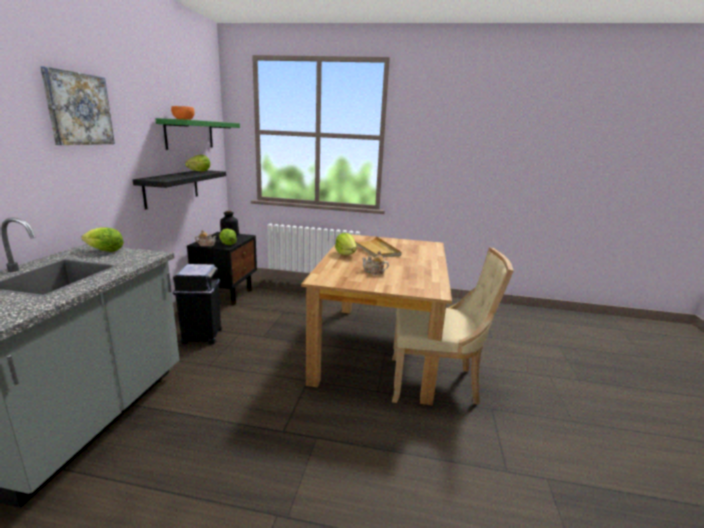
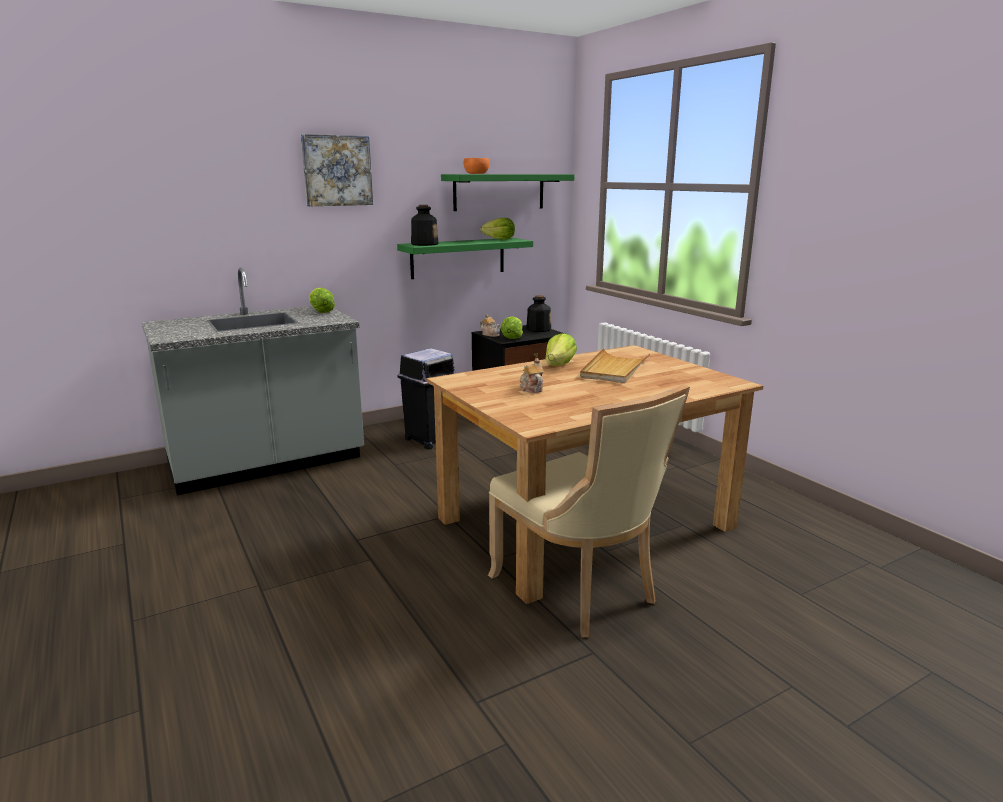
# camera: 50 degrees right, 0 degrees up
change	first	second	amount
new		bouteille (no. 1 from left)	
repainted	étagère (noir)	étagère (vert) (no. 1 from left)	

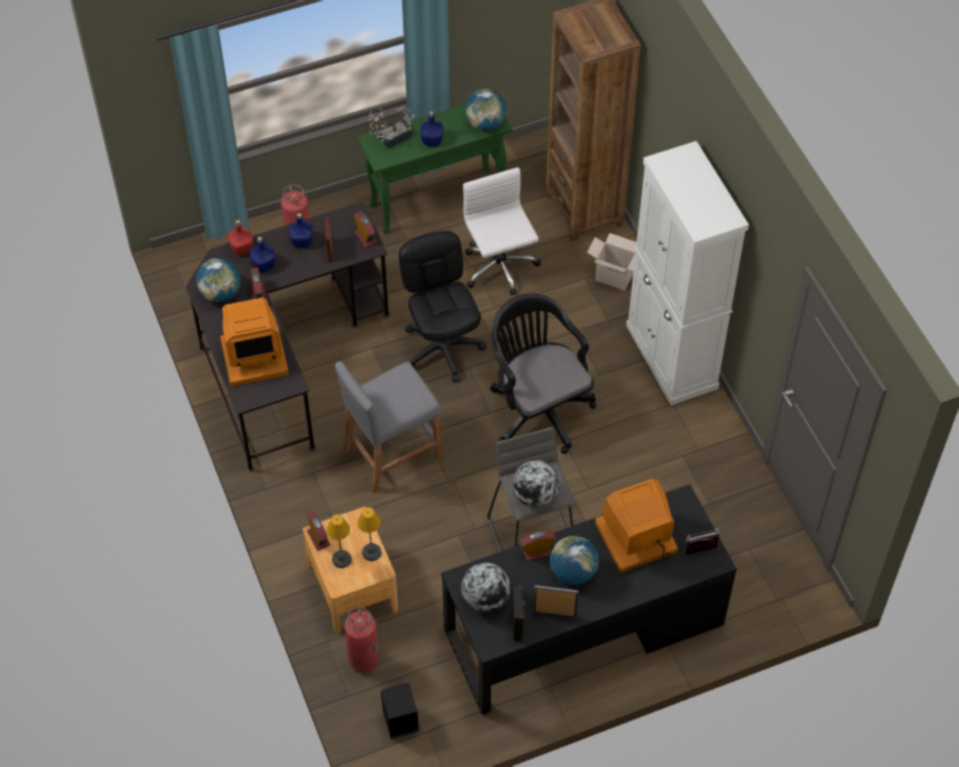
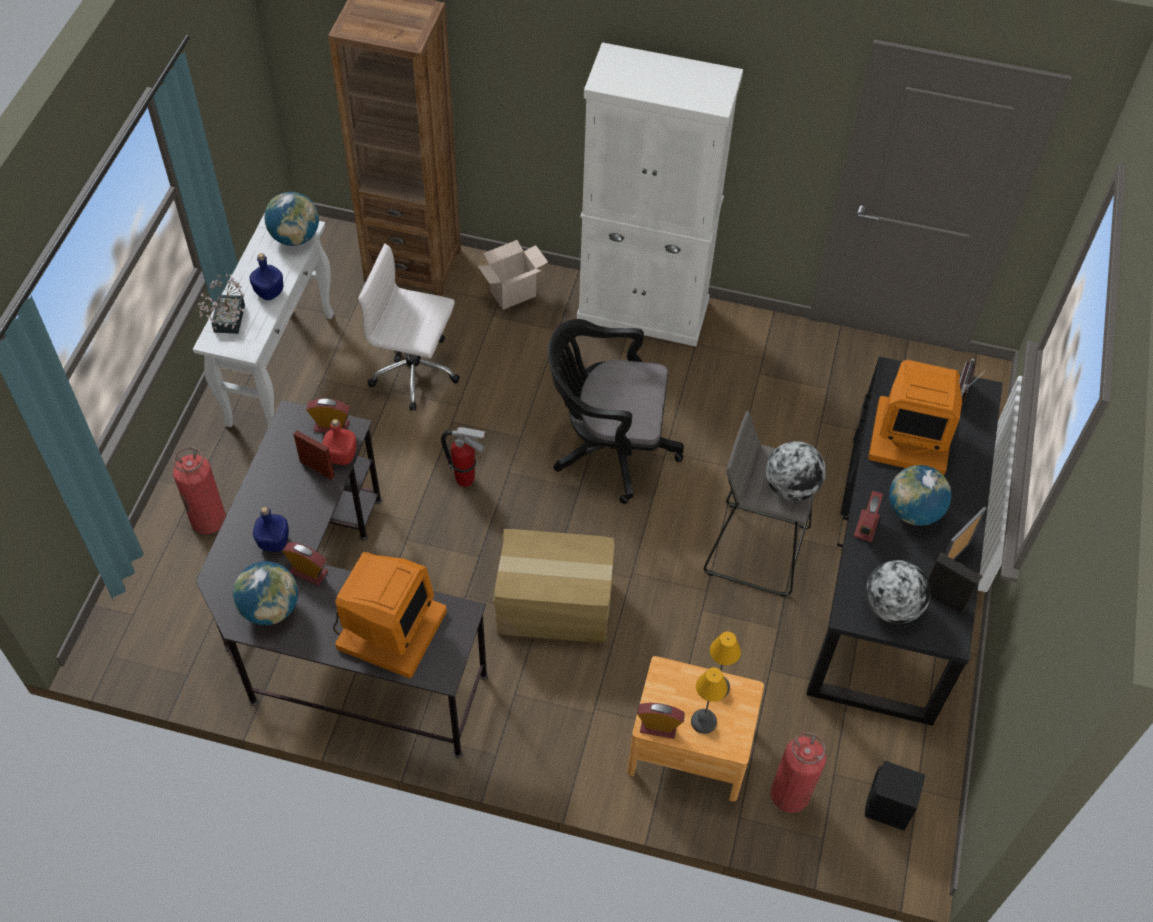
# camera: 55 degrees left, 0 degrees up
change	first	second	amount
gone	bouteille (bleu) (no. 2 from left)		
shifted	bouteille (rouge)		
swapped	tabouret (gris) (no. 1 from left)	carton (no. 2 from left)	
swapped	chaise de bureau (noir) (no. 1 from left)	extincteur (no. 2 from left)	
repainted	table console (vert)	table console (blanc)	
rotated	écran d'ordinateur (no. 2 from left)		90 degrees counterclockwise

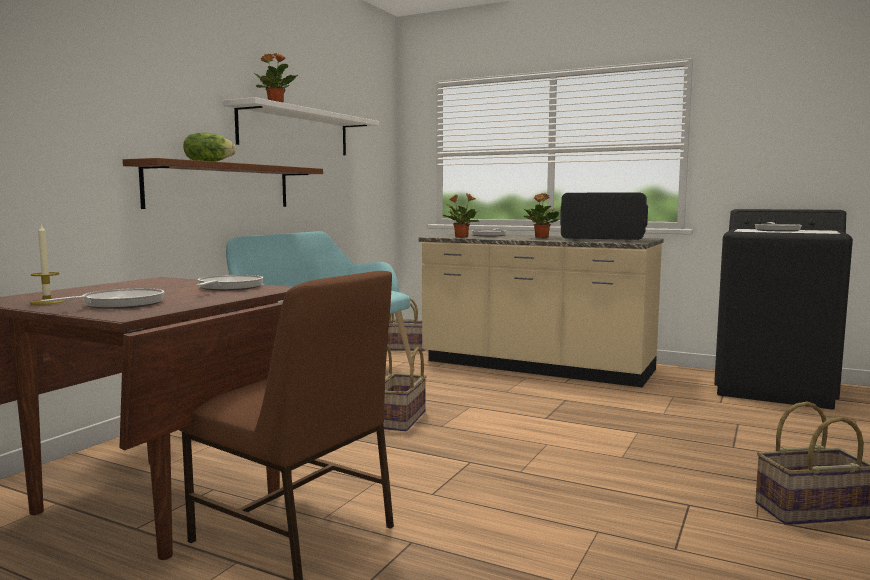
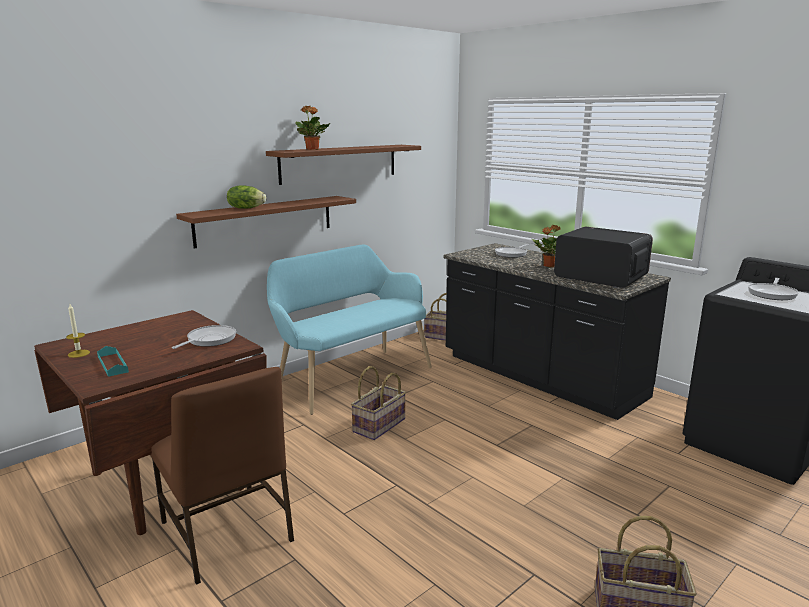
# camera: 20 degrees right, 10 degrees up
change	first	second	amount
gone	plante en pot (no. 2 from left)		
swapped	poêle (no. 1 from left)	plateau (turquoise)	
repainted	étagère (blanc)	étagère (marron) (no. 2 from left)	
repainted	comptoir de cuisine (beige)	comptoir de cuisine (noir)	

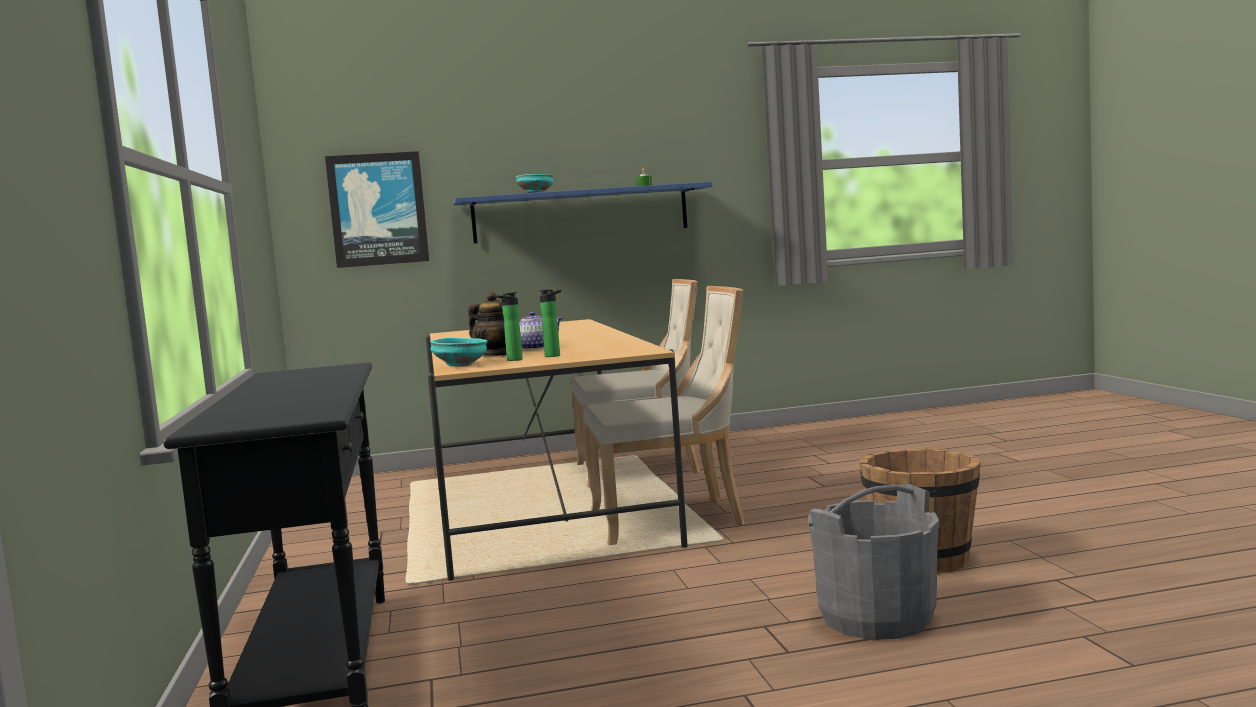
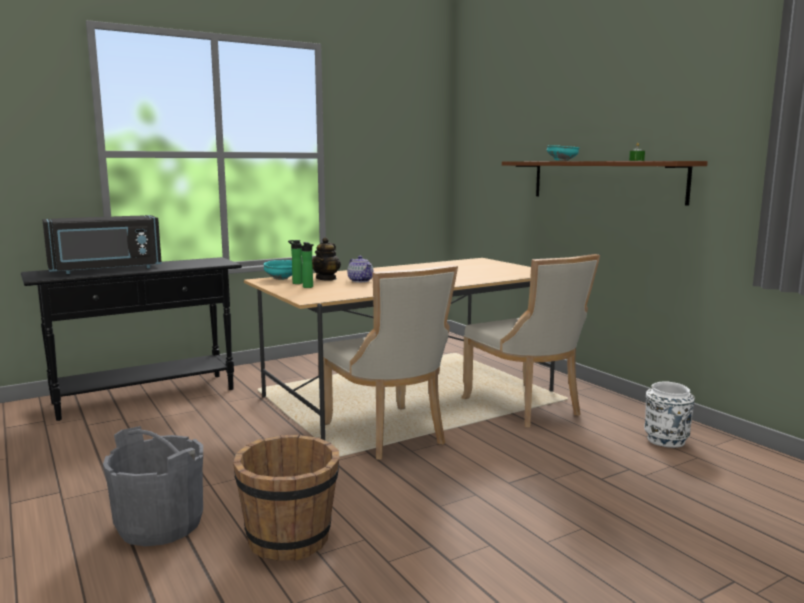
# camera: 70 degrees right, 5 degrees up
change	first	second	amount
gone	tableau		
new		micro-ondes (noir)	
new		vase (blanc)	
repainted	étagère (bleu)	étagère (marron)	

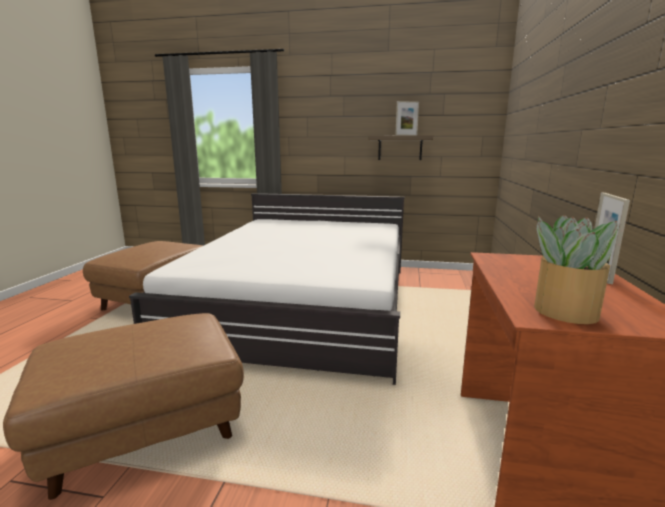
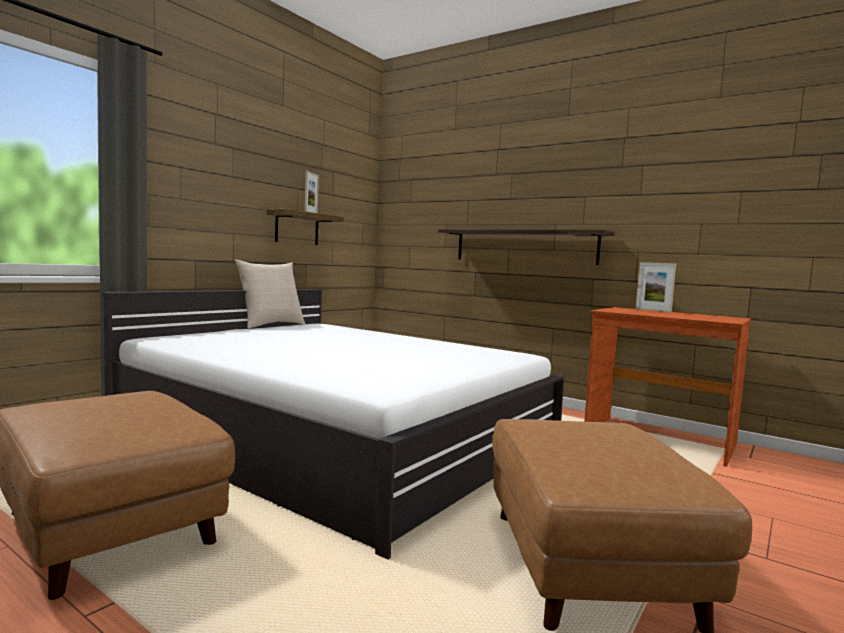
# camera: 65 degrees left, 10 degrees down
change	first	second	amount
gone	plante en pot		
new		coussin (beige)	
new		étagère (no. 2 from left)	

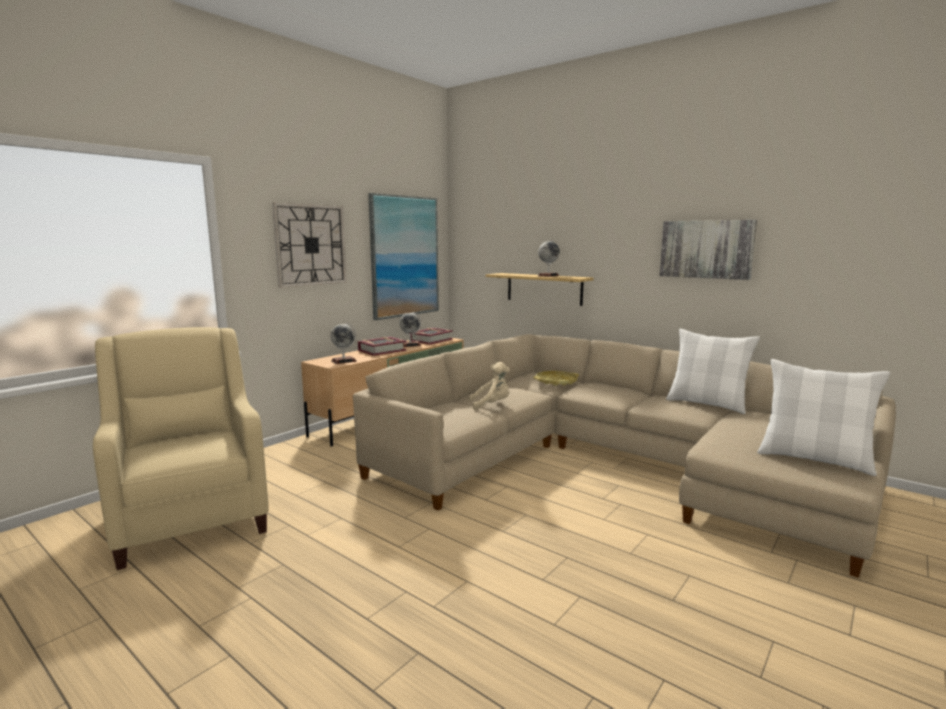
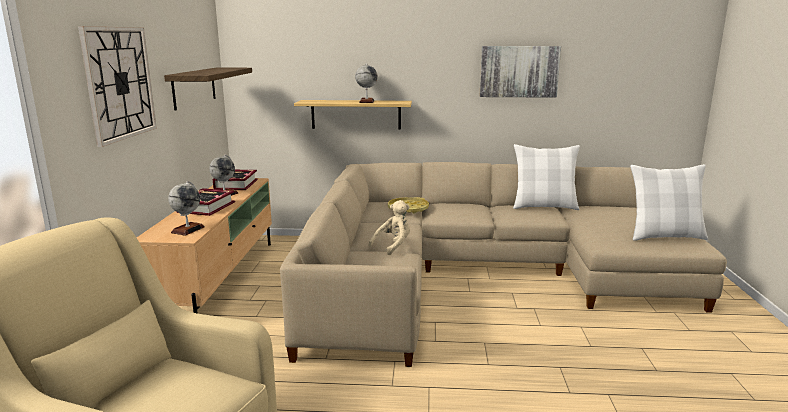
# camera: 35 degrees left, 5 degrees up
change	first	second	amount
swapped	tableau (no. 1 from left)	étagère (no. 1 from left)	

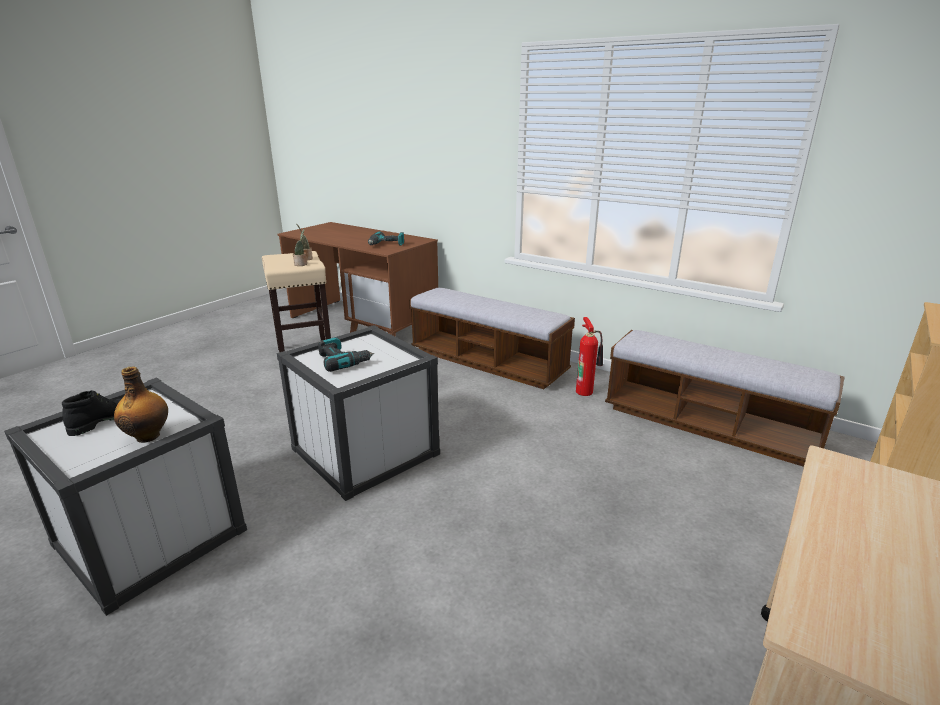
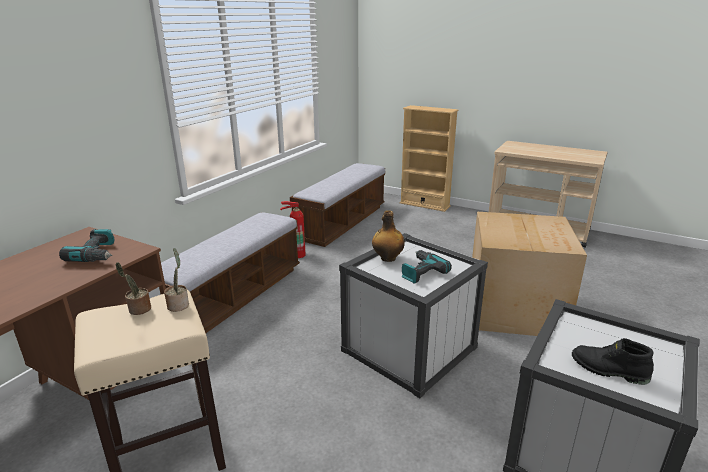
# camera: 95 degrees left, 0 degrees up
change	first	second	amount
new		carton	
shifted	bouteille		

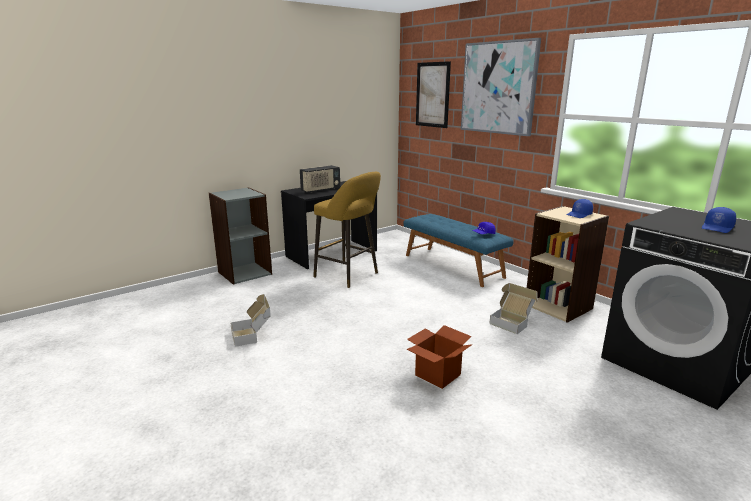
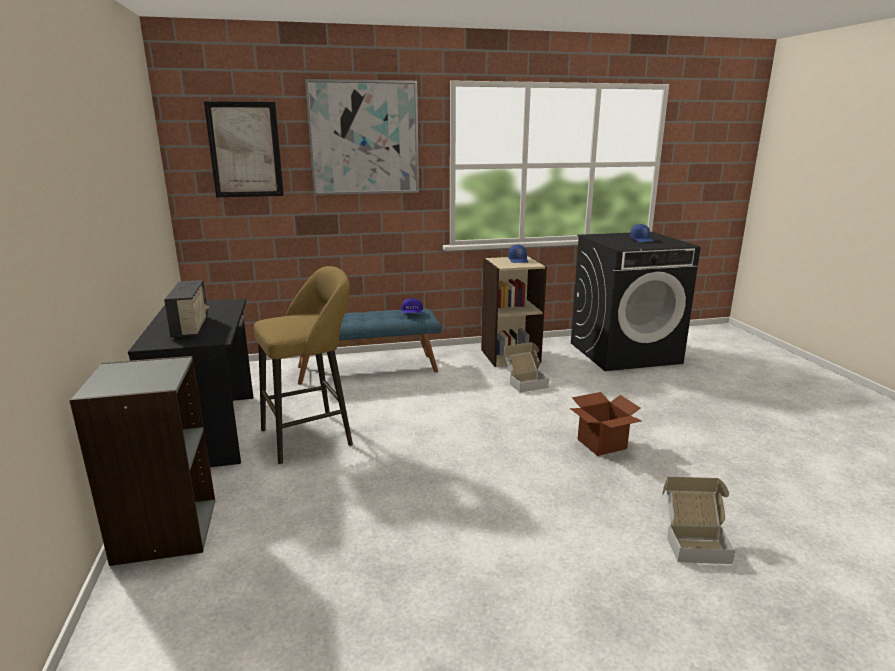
# camera: 65 degrees left, 0 degrees up
change	first	second	amount
shifted	carton (no. 1 from left in the first image)	carton (no. 3 from left)	

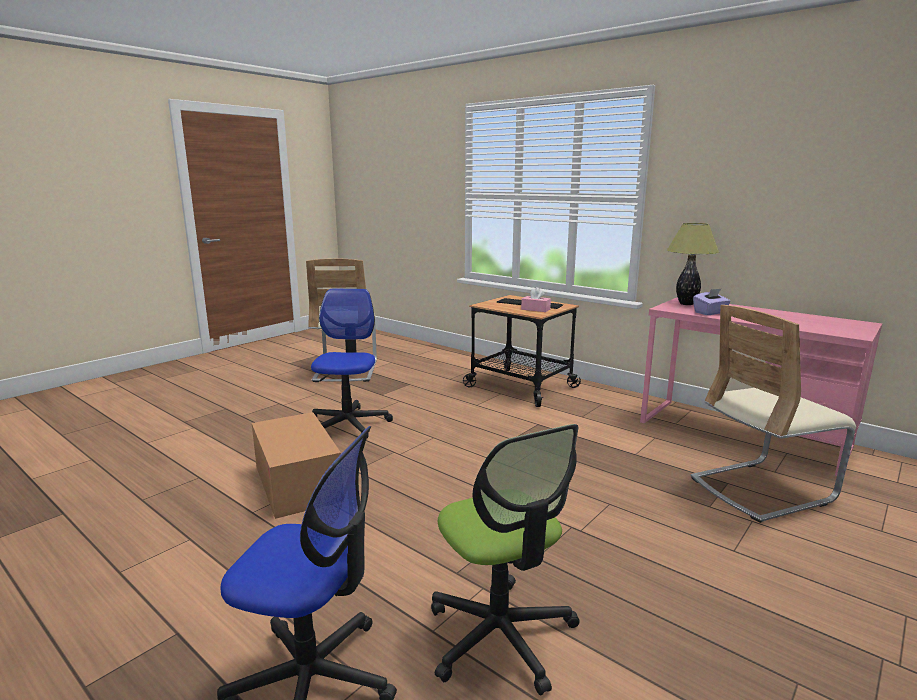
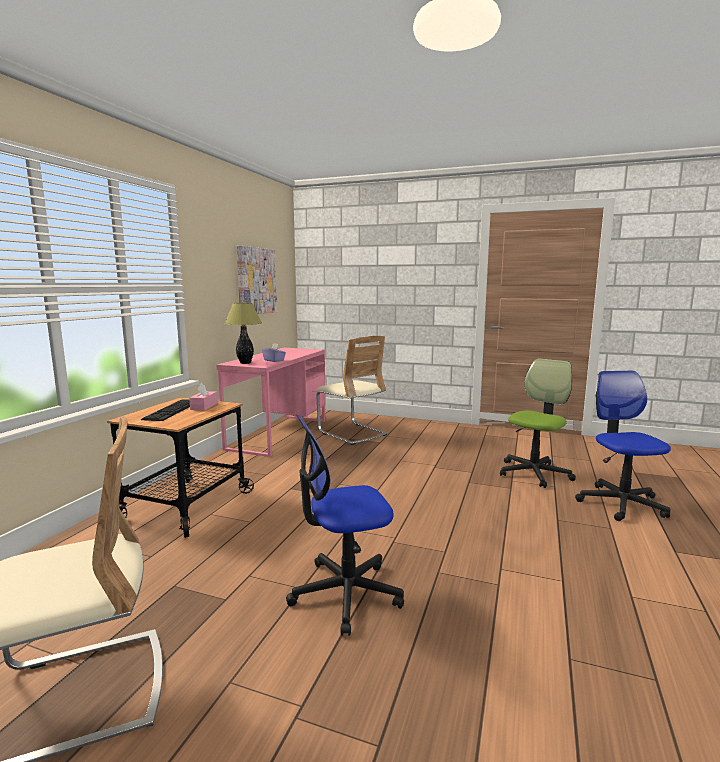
# camera: 110 degrees left, 5 degrees down
change	first	second	amount
gone	carton		
new		tableau	

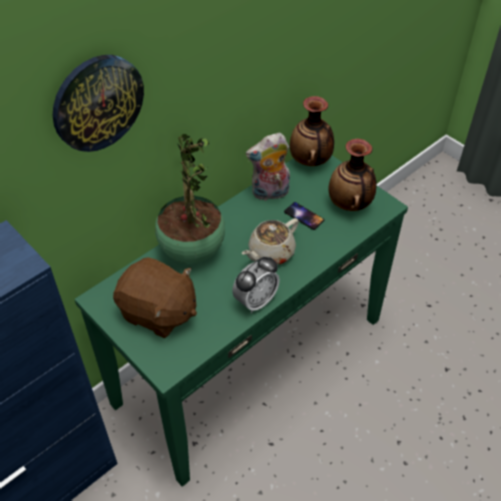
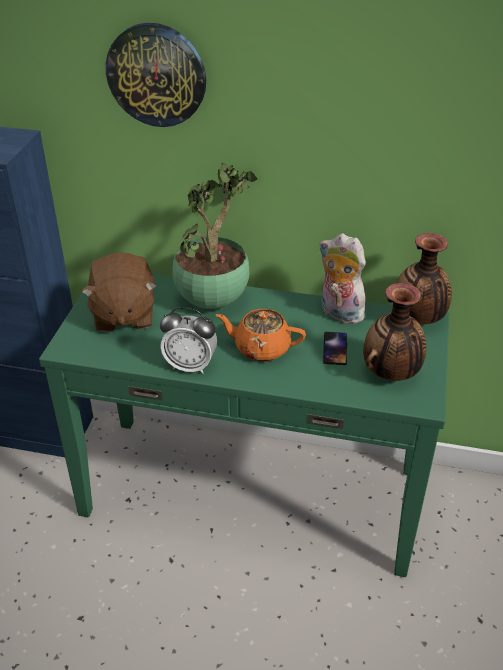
# camera: 55 degrees right, 10 degrees down
change	first	second	amount
repainted	théière (beige)	théière (orange)	

